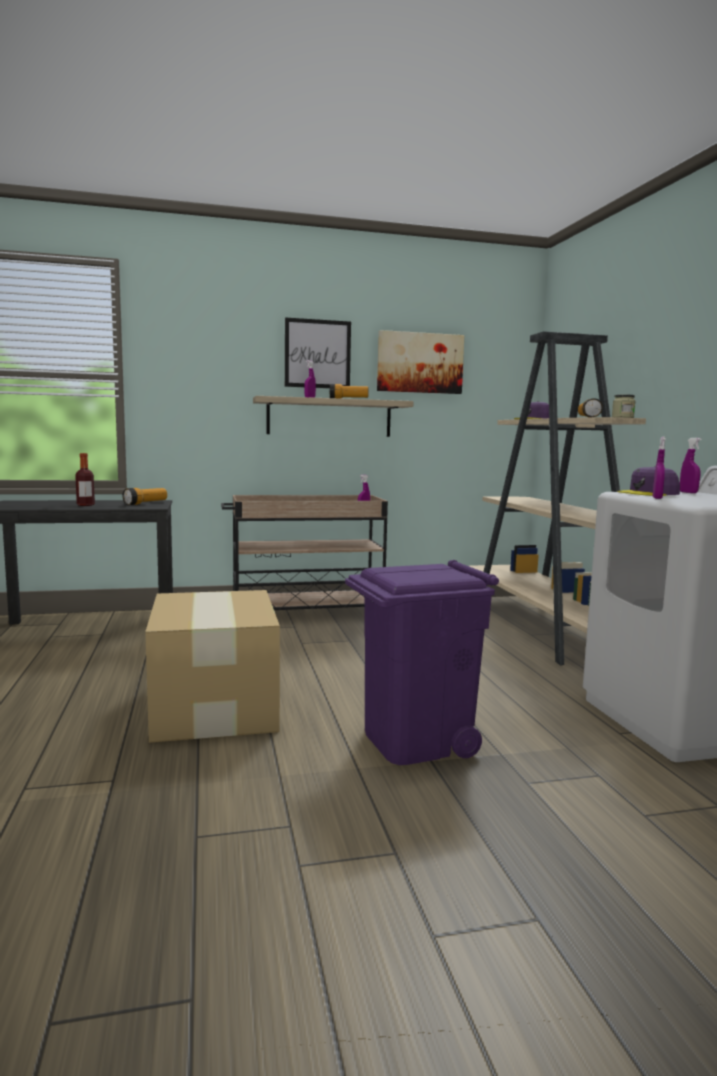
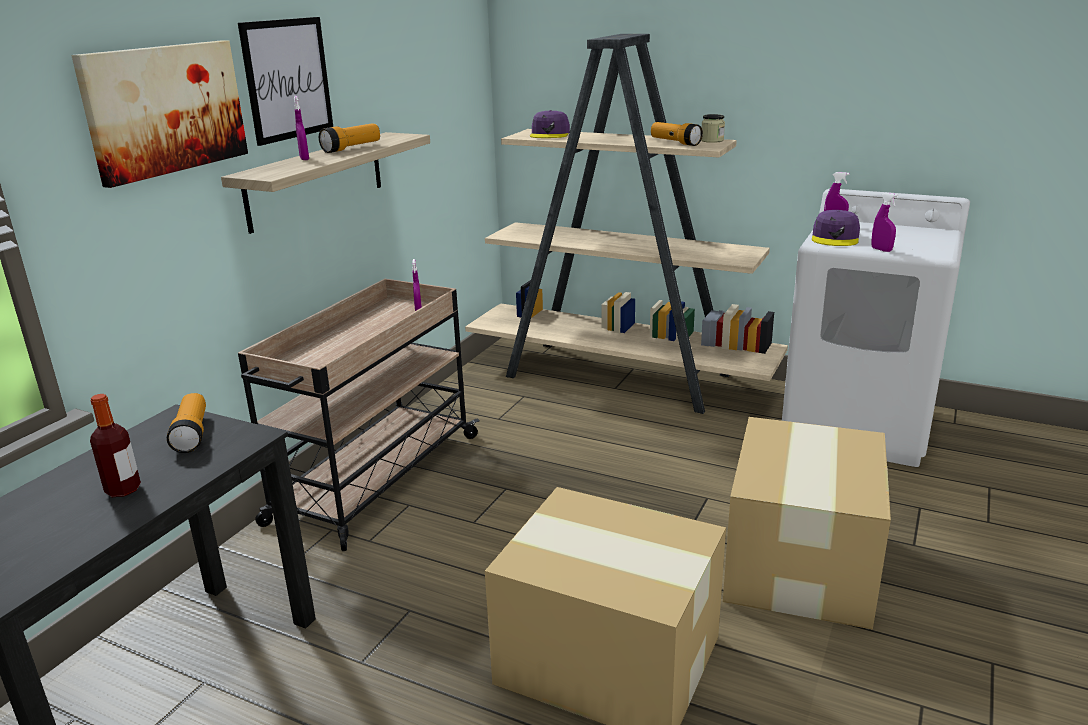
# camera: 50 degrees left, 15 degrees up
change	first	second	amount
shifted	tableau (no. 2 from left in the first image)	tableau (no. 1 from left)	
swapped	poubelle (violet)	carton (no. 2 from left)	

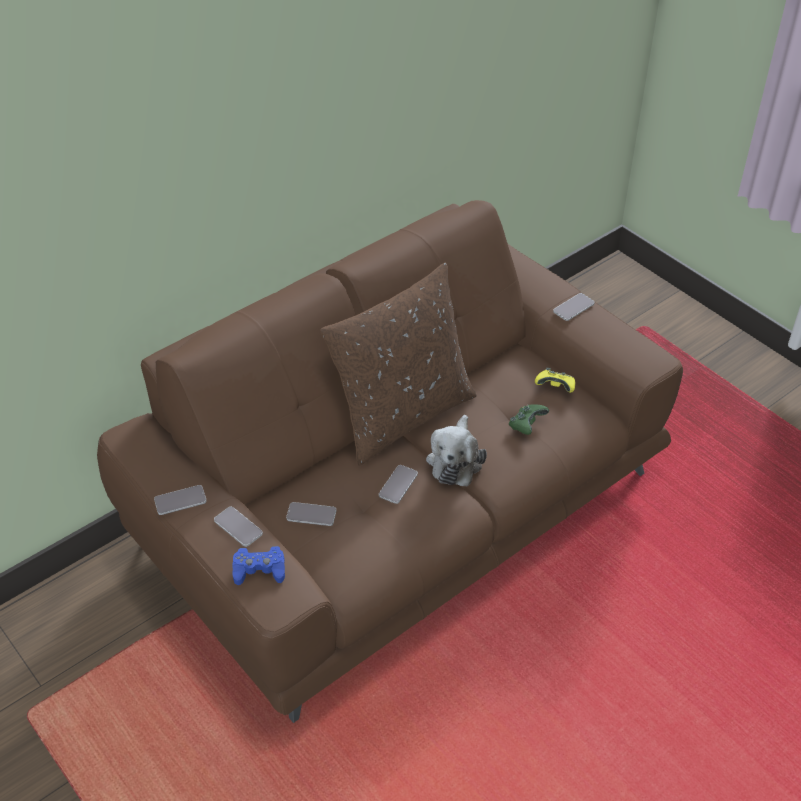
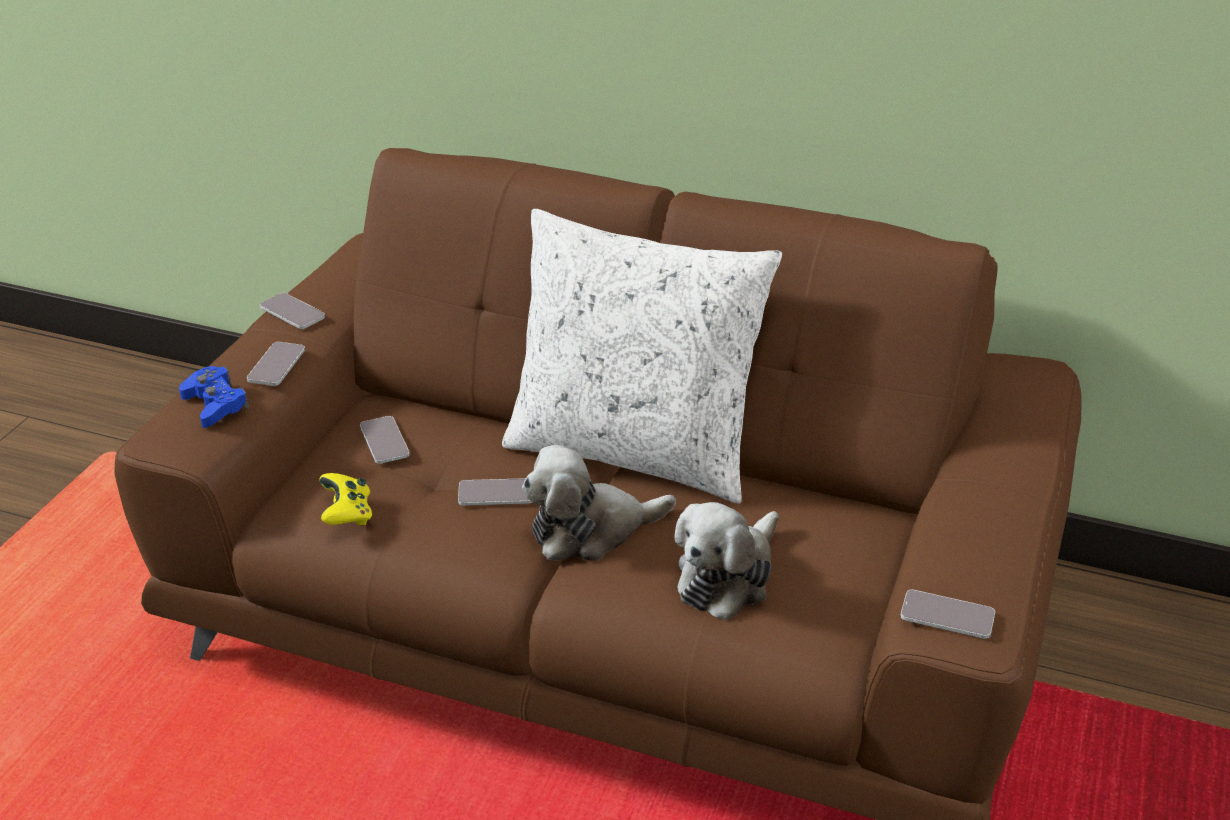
# camera: 60 degrees right, 10 degrees down
change	first	second	amount
shifted	manette (jaune)		
shifted	téléphone (no. 5 from left)		
swapped	manette (vert)	peluche (no. 2 from left)	
repainted	coussin (marron)	coussin (blanc)	

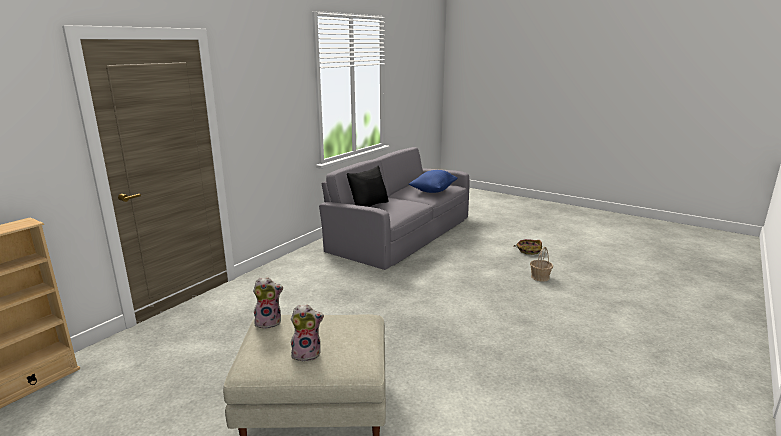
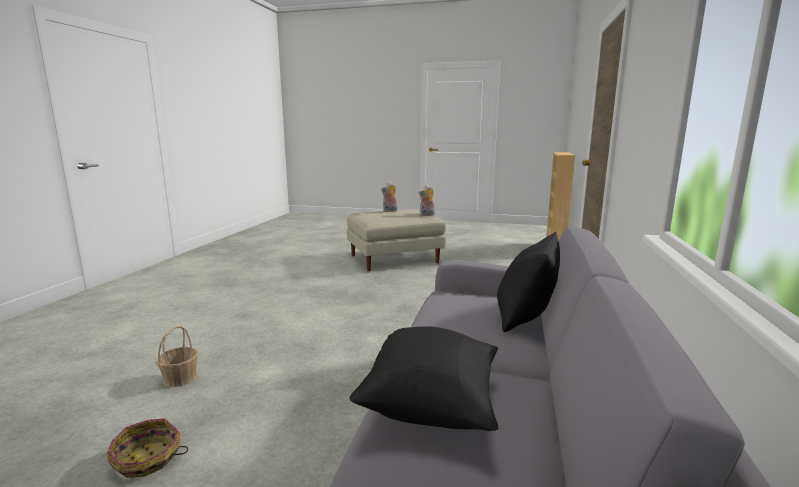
# camera: 160 degrees right, 5 degrees down
change	first	second	amount
repainted	coussin (bleu)	coussin (noir) (no. 1 from left)	

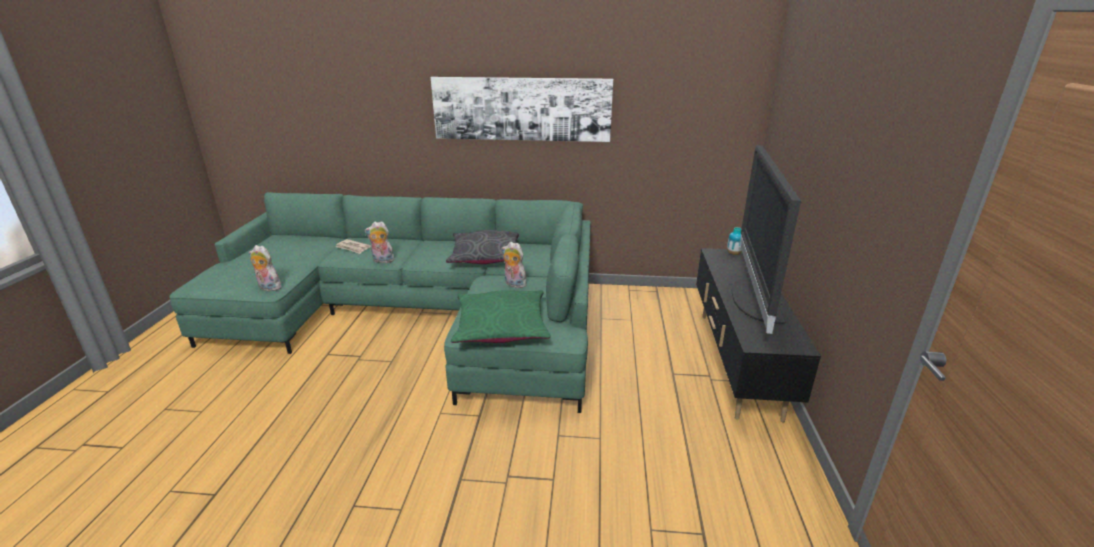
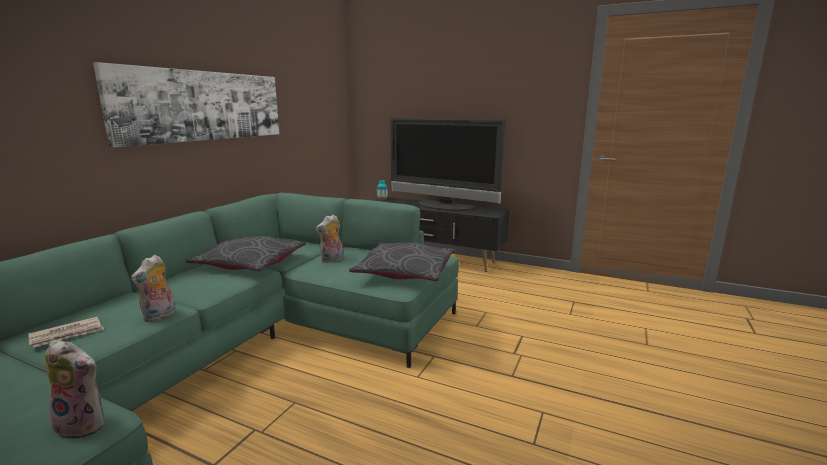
# camera: 70 degrees left, 10 degrees down
change	first	second	amount
repainted	coussin (vert)	coussin (gris) (no. 2 from left)	
rotated	peluche (no. 1 from left)		120 degrees counterclockwise

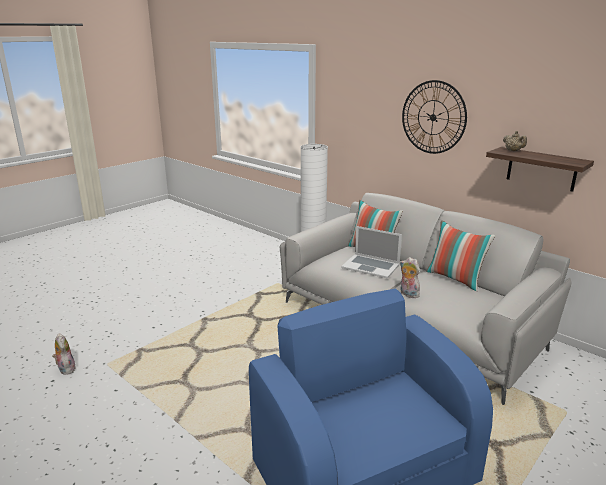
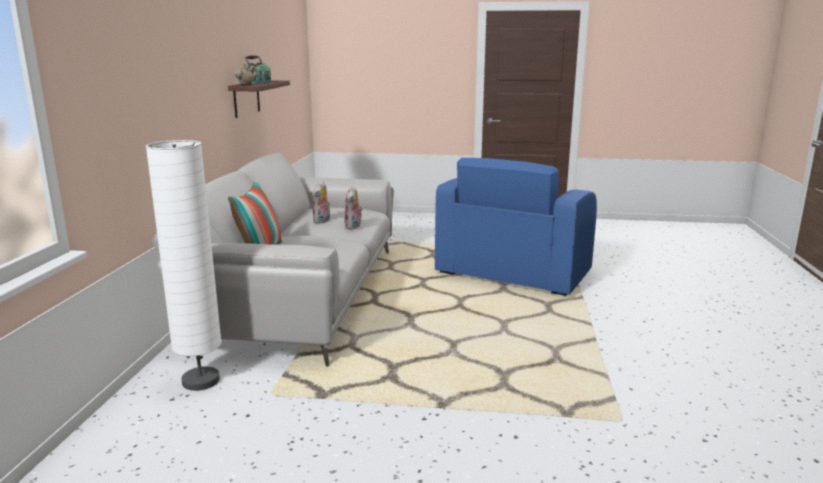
# camera: 125 degrees left, 5 degrees down
change	first	second	amount
gone	ordinateur portable		
gone	horloge murale		
gone	coussin (no. 2 from left)		
new		radio	
shifted	peluche (no. 1 from left)		

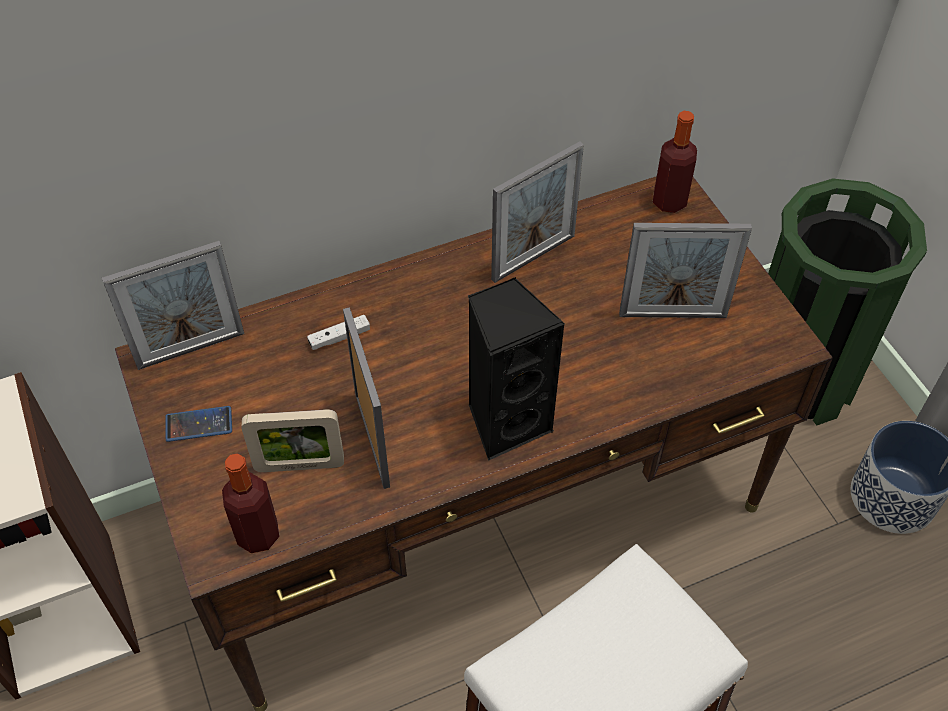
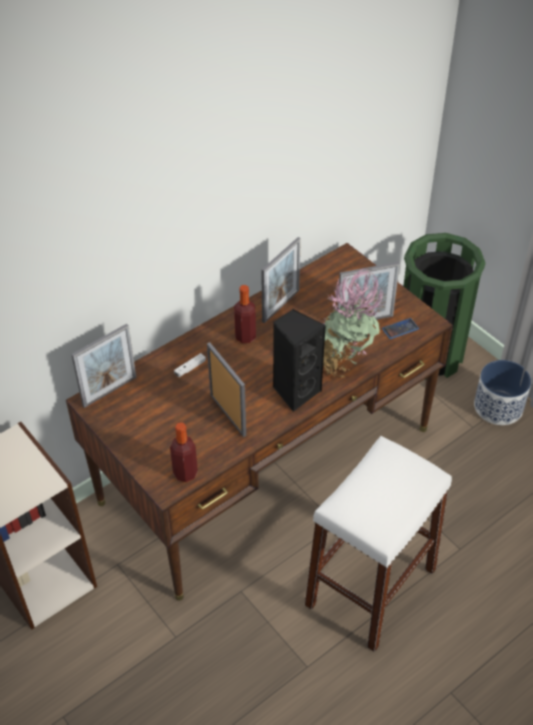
# camera: 15 degrees left, 5 degrees down
change	first	second	amount
gone	cadre photo (no. 2 from left)		
new		plante en pot	
shifted	téléphone		
shifted	bouteille (no. 2 from left)		

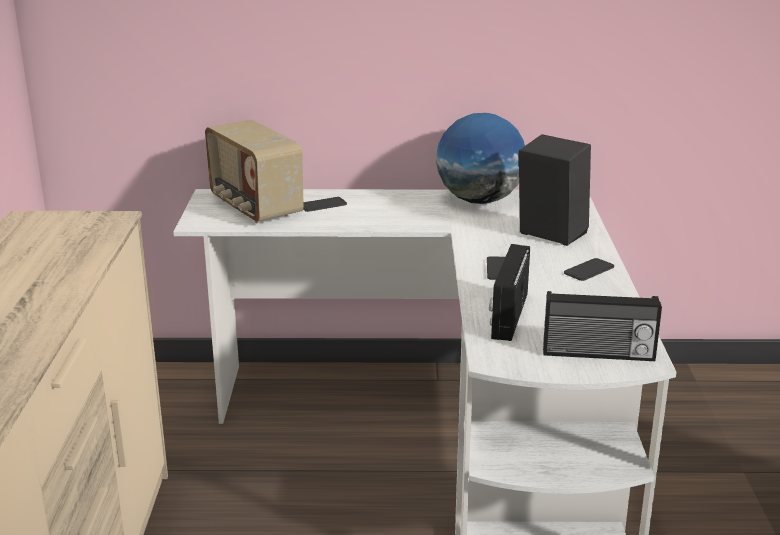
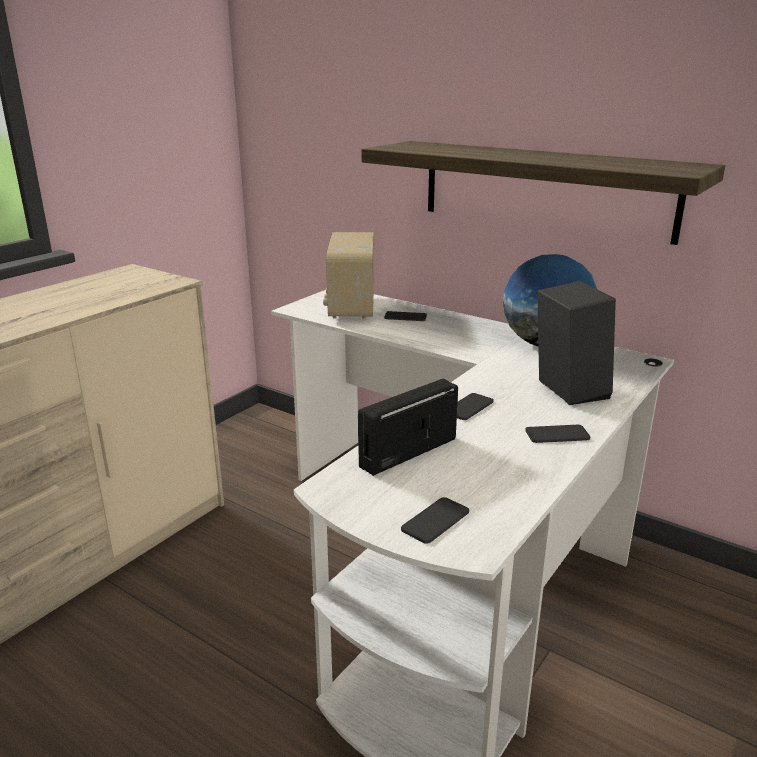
# camera: 35 degrees right, 0 degrees up
change	first	second	amount
new		étagère	
swapped	radio (no. 3 from left)	téléphone (no. 2 from left)	

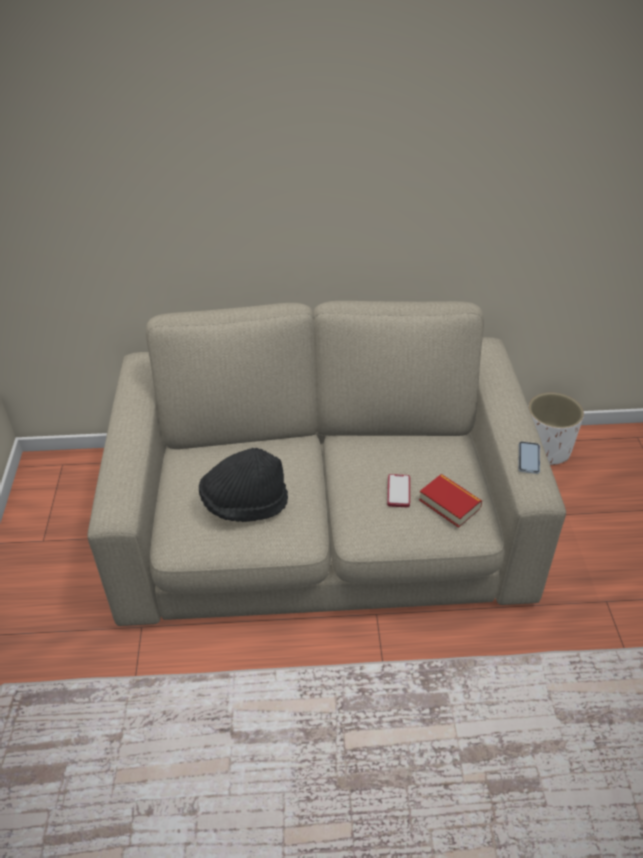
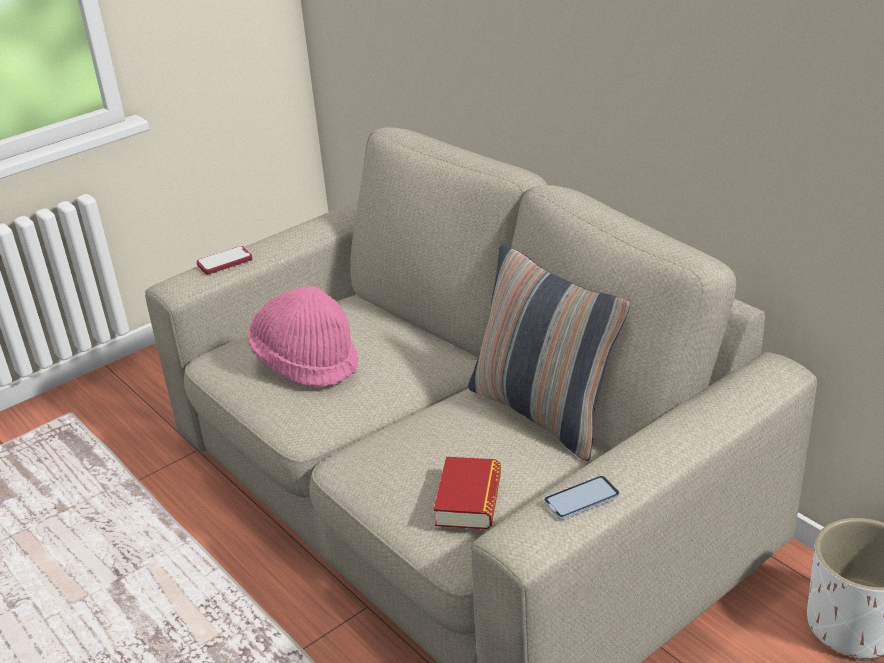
# camera: 55 degrees right, 10 degrees down
change	first	second	amount
new		coussin	
shifted	téléphone (no. 1 from left)		
repainted	chapeau (noir)	chapeau (rose)	

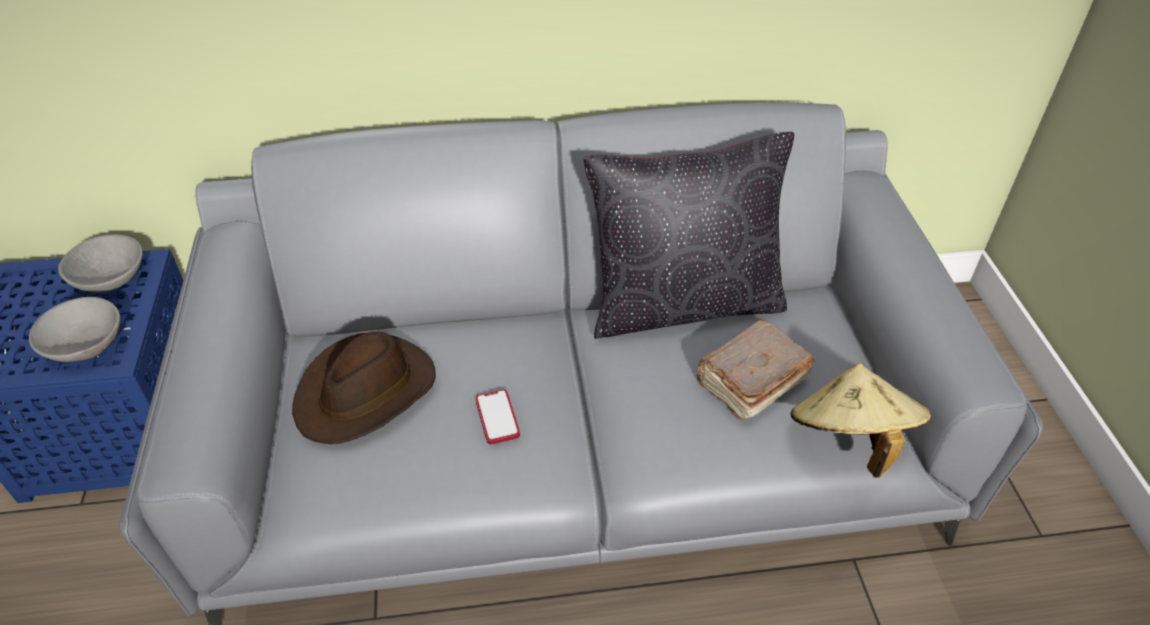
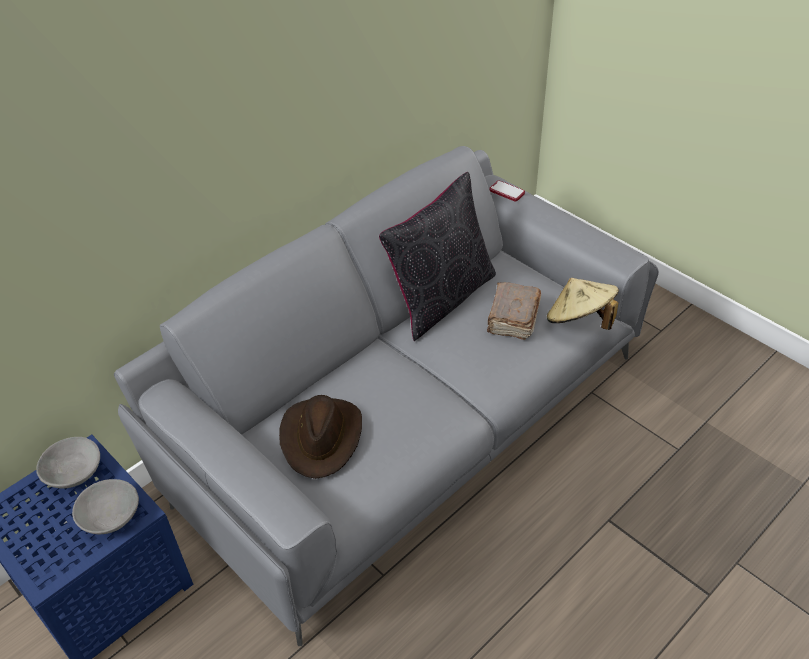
# camera: 35 degrees left, 0 degrees up
change	first	second	amount
shifted	téléphone		

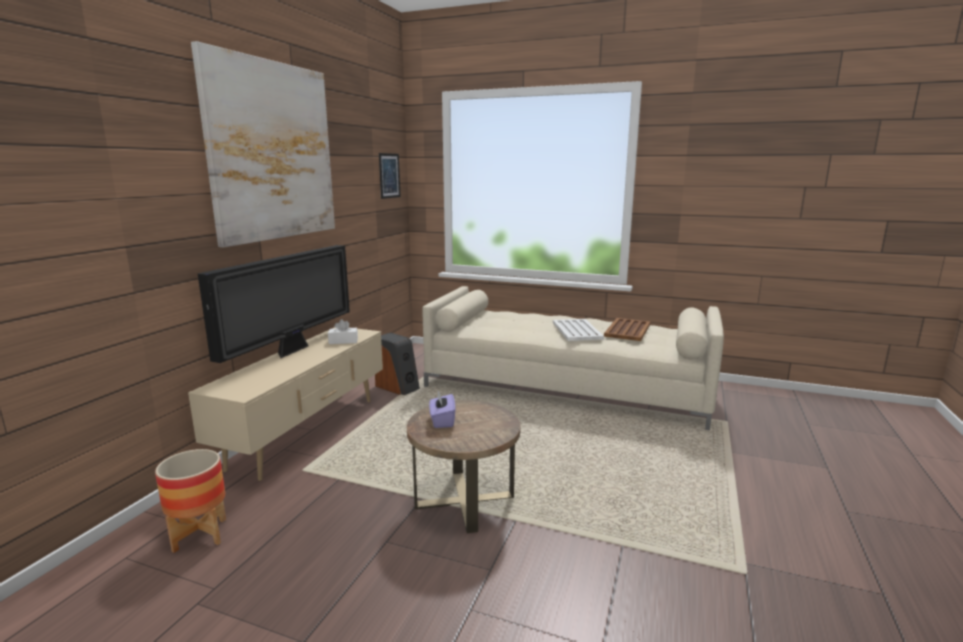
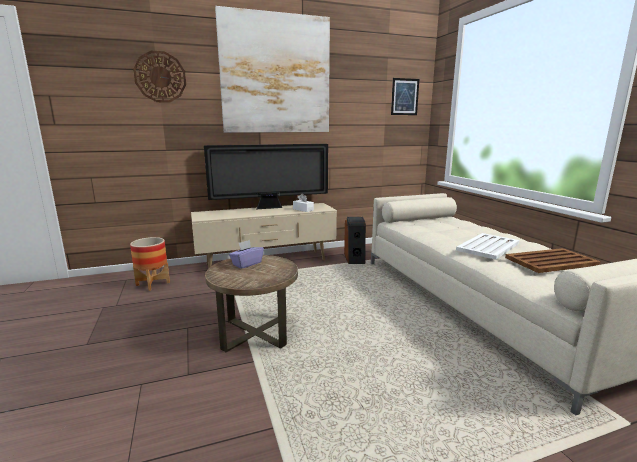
# camera: 50 degrees right, 0 degrees up
change	first	second	amount
new		horloge murale	

